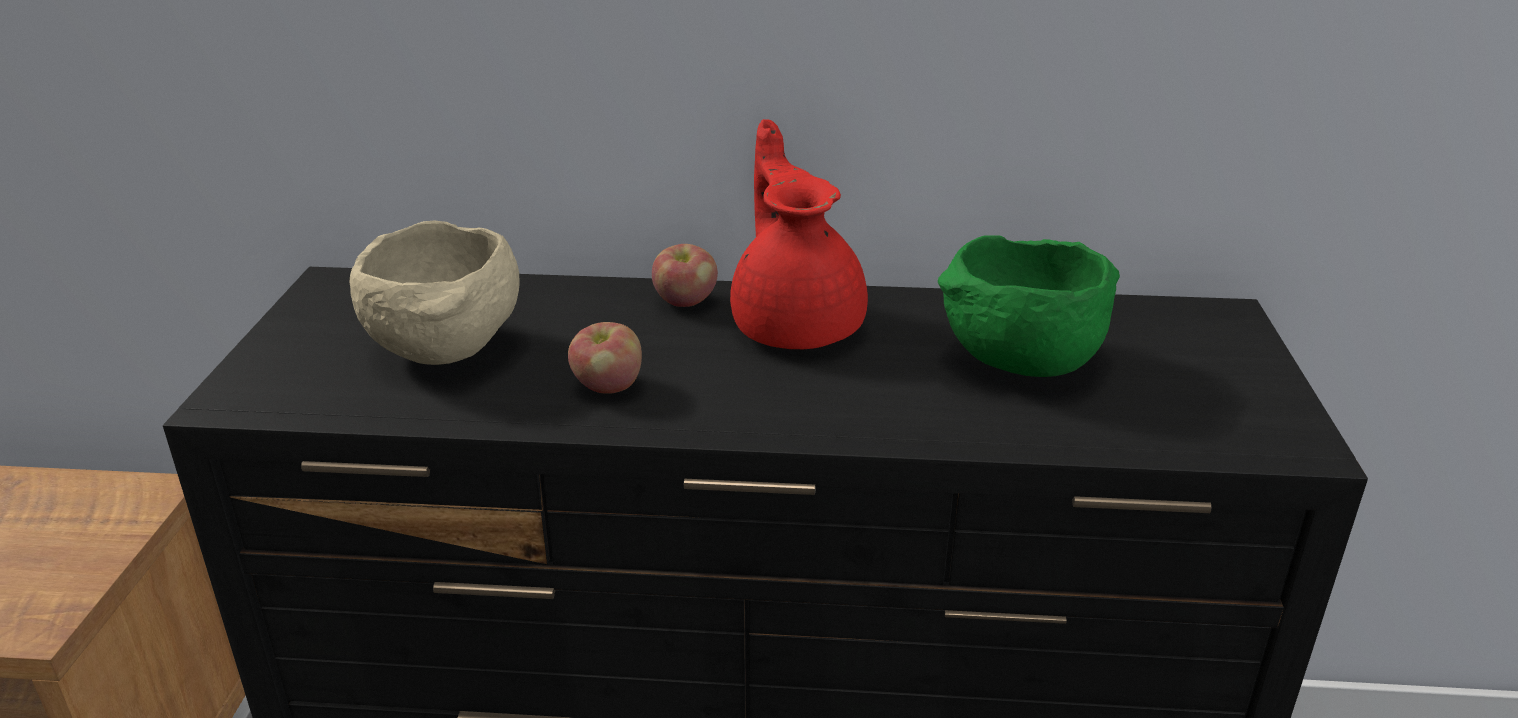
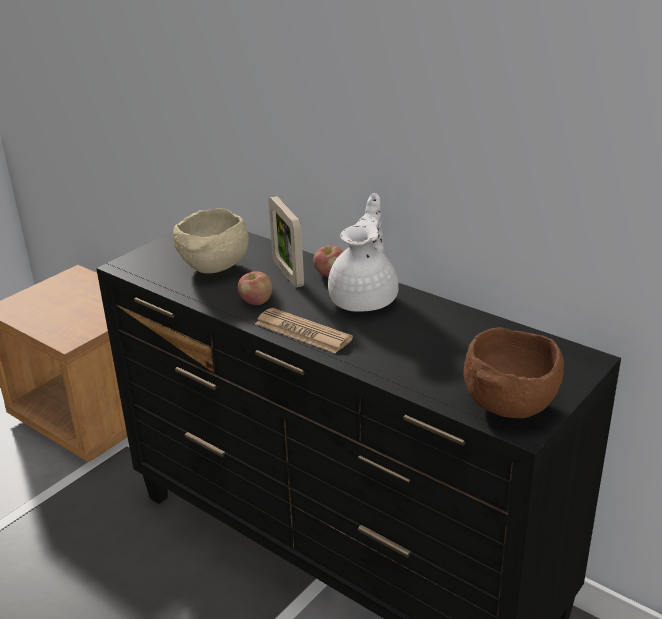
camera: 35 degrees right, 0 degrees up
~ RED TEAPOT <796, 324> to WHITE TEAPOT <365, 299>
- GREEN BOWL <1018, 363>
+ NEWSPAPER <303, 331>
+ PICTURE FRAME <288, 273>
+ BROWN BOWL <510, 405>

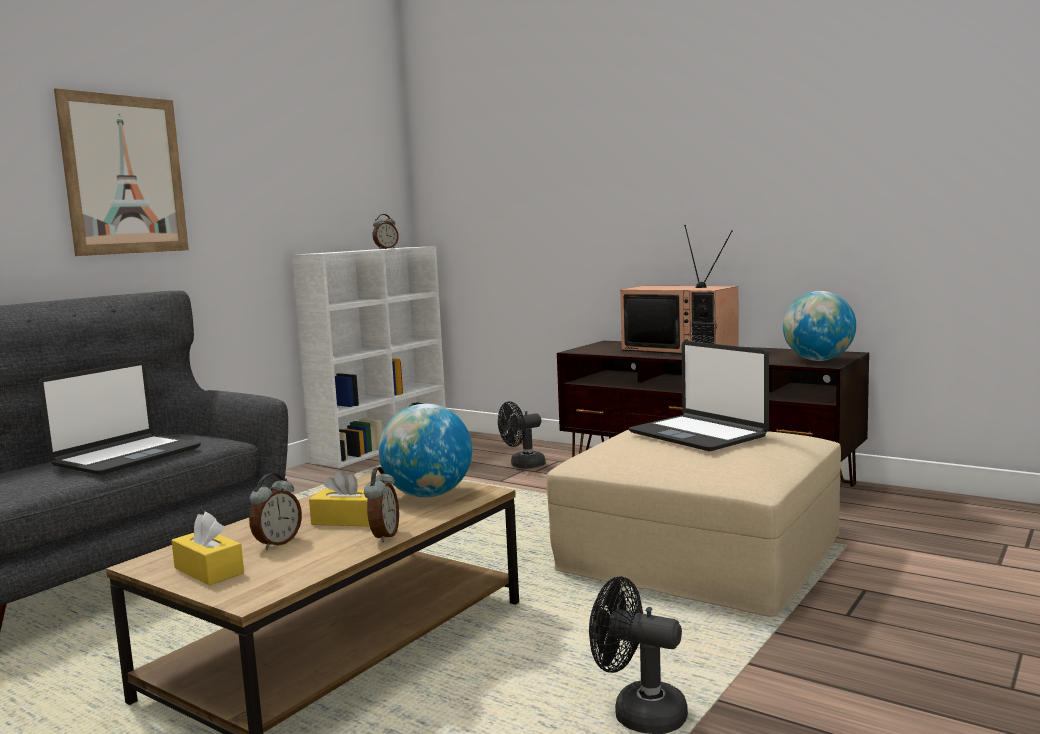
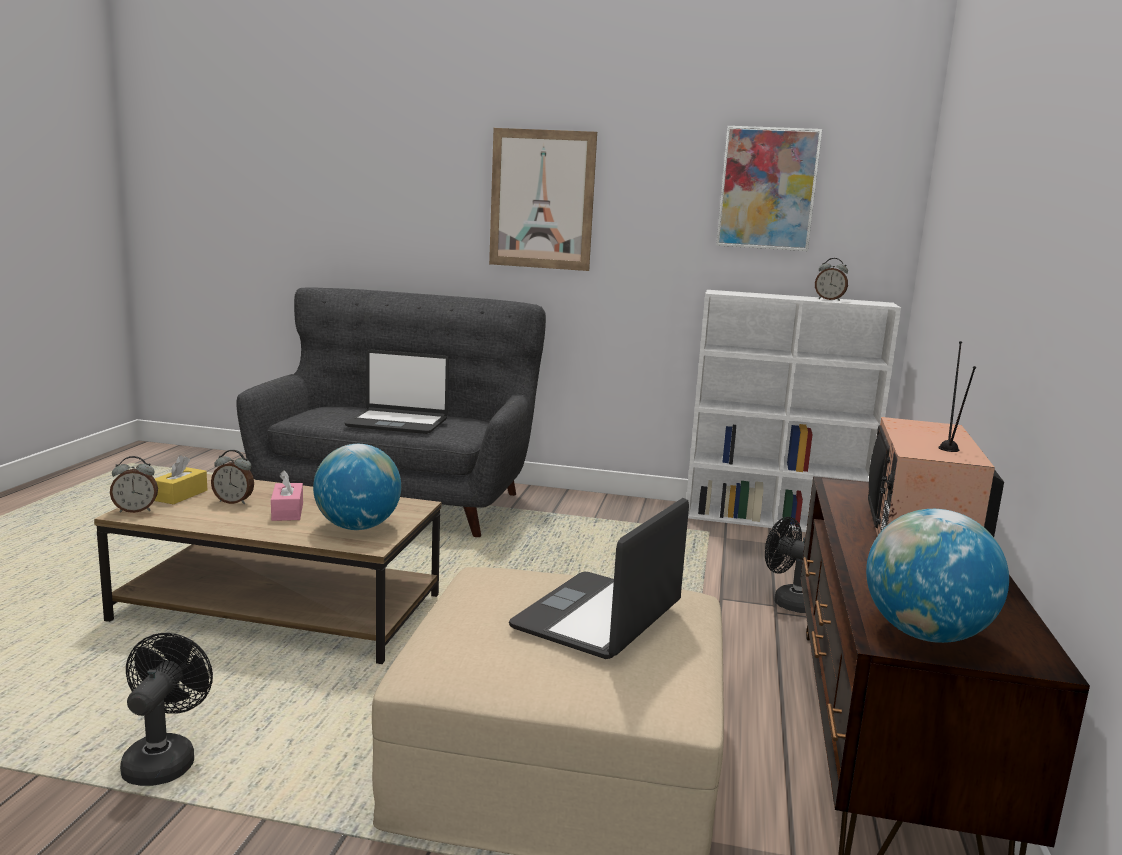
camera: 65 degrees right, 5 degrees up
~ YELLOW TISSUE BOX <346, 520> to PINK TISSUE BOX <287, 511>
~ ALARM CLOCK <383, 536> to <135, 510>
+ PICTURE <767, 188>

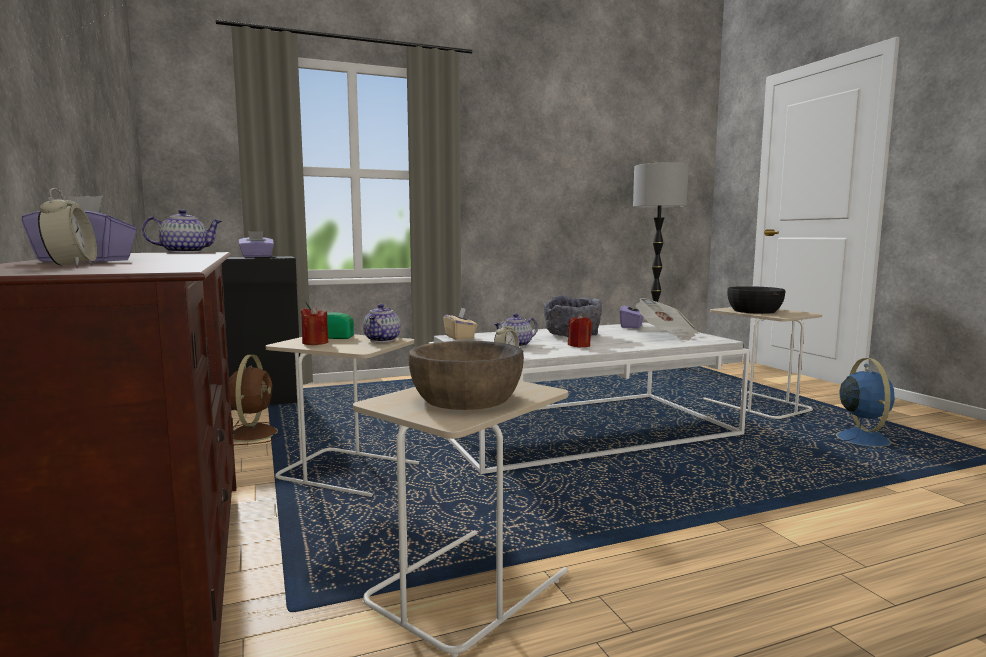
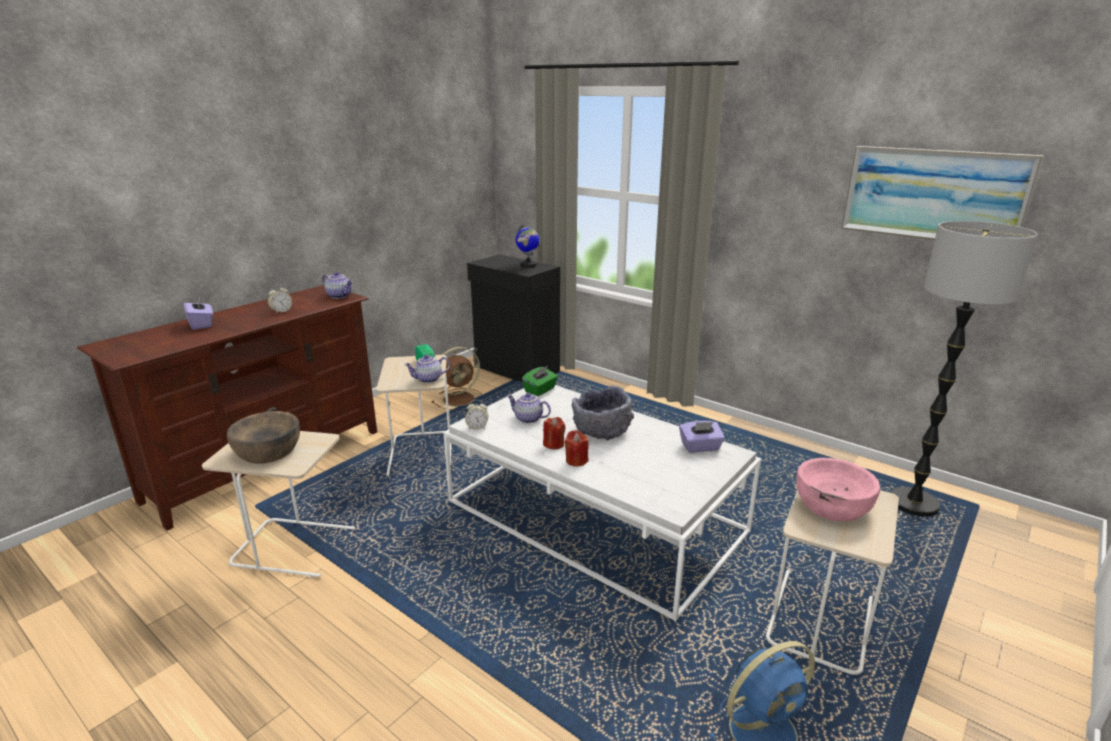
camera: 60 degrees right, 15 degrees up
~ ALARM CLOCK <71, 265> to <281, 311>
~ PURPLE TISSUE BOX <257, 257> to GLOBE <528, 265>
~ RED CANDLE <315, 343> to <576, 460>
~ BEIGE TISSUE BOX <460, 337> to GREEN TISSUE BOX <540, 390>
- NEWSPAPER <666, 336>
~ BLACK BOWL <754, 311> to PINK BOWL <832, 505>
+ PICTURE <933, 195>

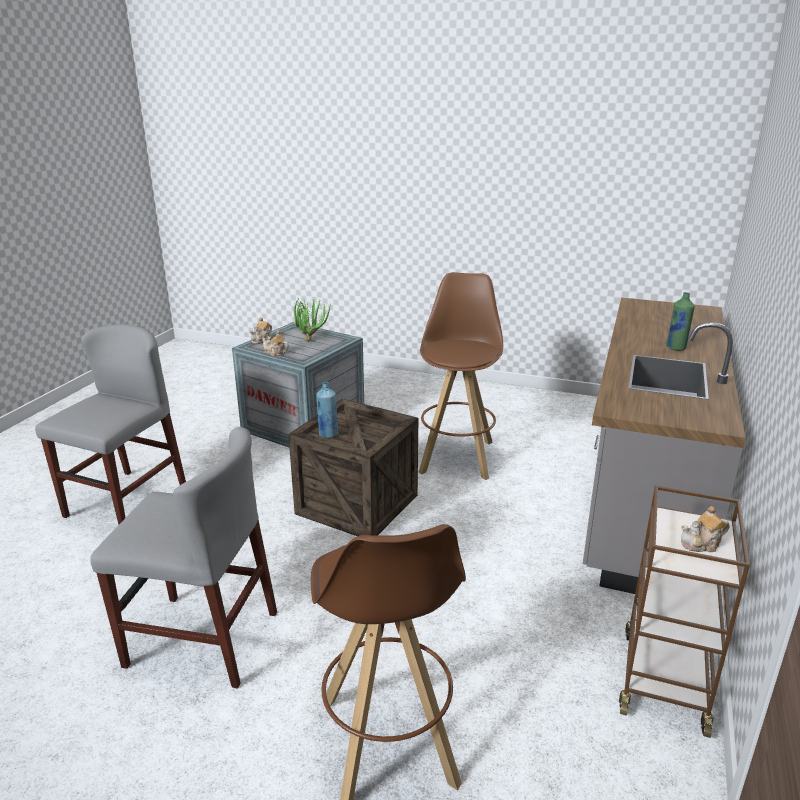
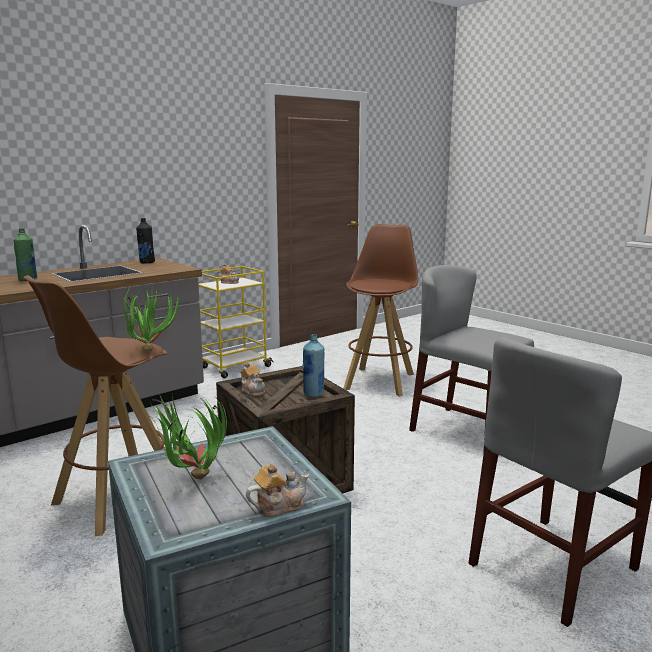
camera: 150 degrees left, 10 degrees down
~ TEAPOT <275, 353> to <253, 391>
~ BROWN CART <663, 679> to YELLOW CART <234, 367>
+ POTTED PLANT <150, 349>
+ BLACK BOTTLE <147, 262>

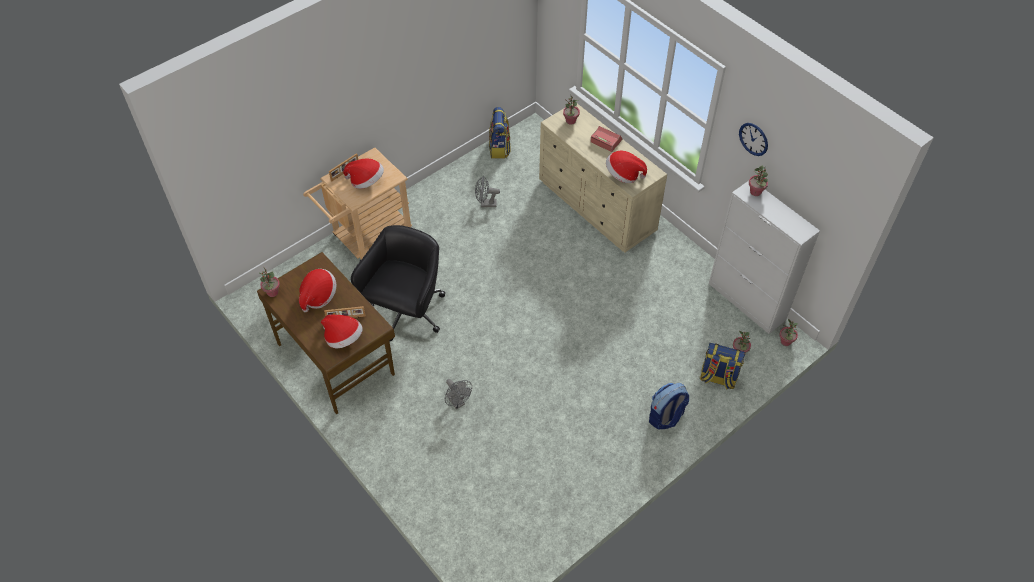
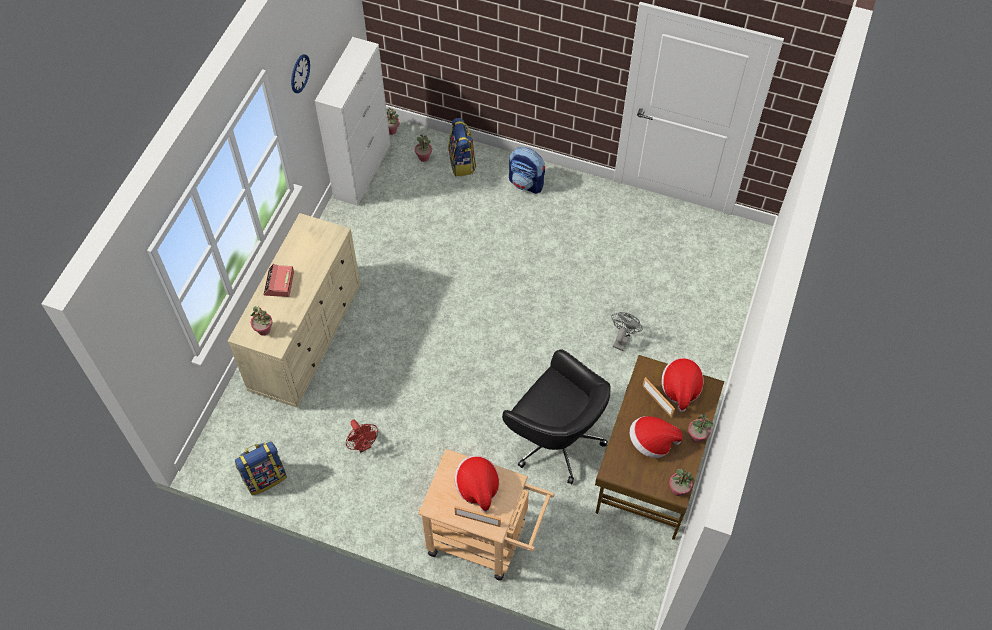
camera: 120 degrees left, 5 degrees up
~ BLACK OFFICE CHAIR <406, 312> = <555, 439> 135 degrees counterclockwise
~ GREY FAN <485, 204> to RED FAN <363, 445>
- HAT <623, 175>
~ POTTED PLANT <755, 192> to <697, 436>

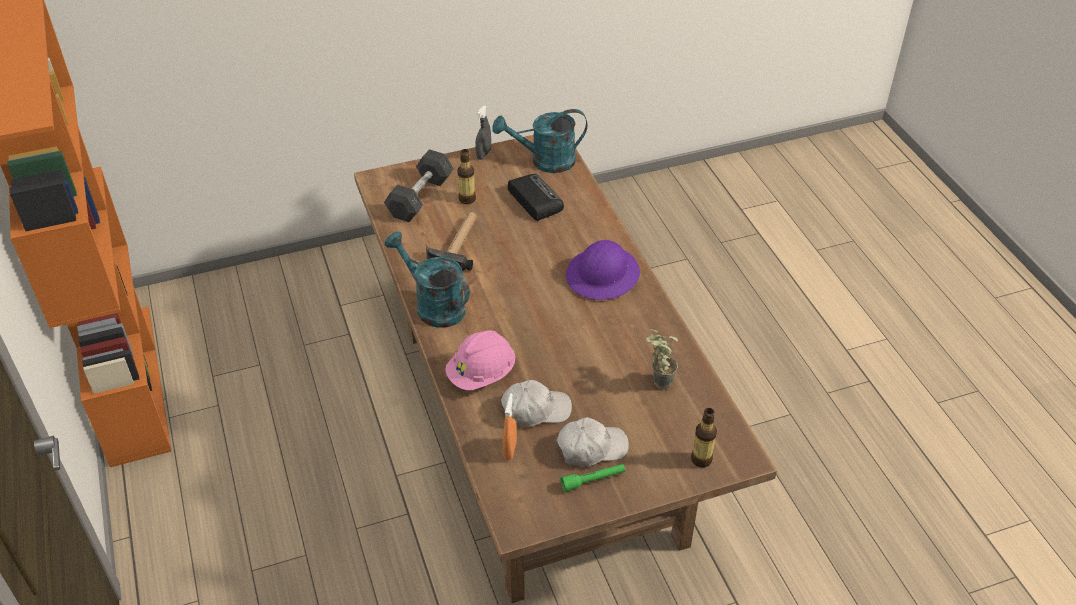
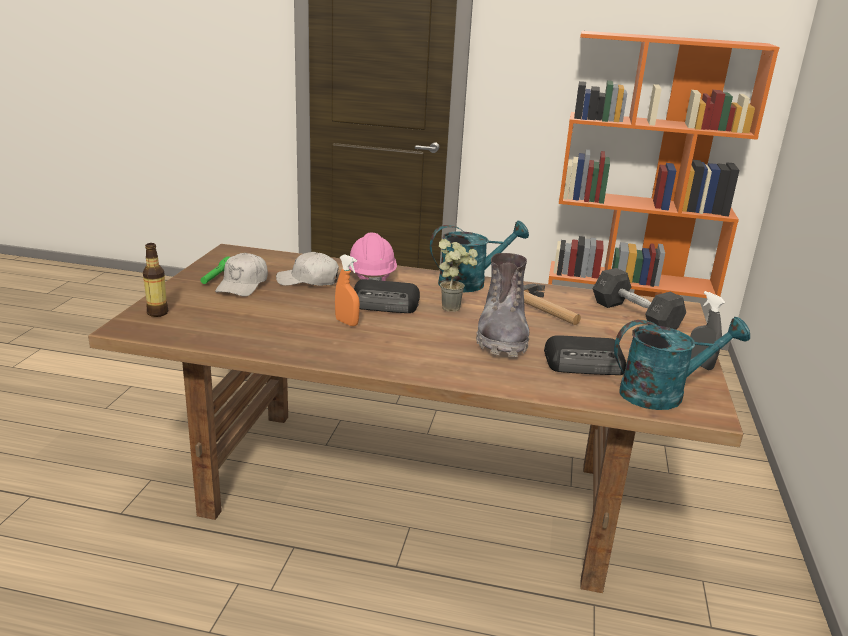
camera: 120 degrees right, 20 degrees down
- BOTTLE <467, 199>
~ TURQUOISE WATERING CAN <545, 161> = <662, 393> 60 degrees clockwise
~ WHITE CAP <535, 410> = <308, 281> 75 degrees clockwise
~ ORANGE SPRAY BOTTLE <510, 450> to <347, 322>
- PURPLE HARD HAT <603, 275>
~ POTTED PLANT <656, 382> to <455, 307>
+ RADIO <385, 304>
+ GREY BOOT <502, 335>

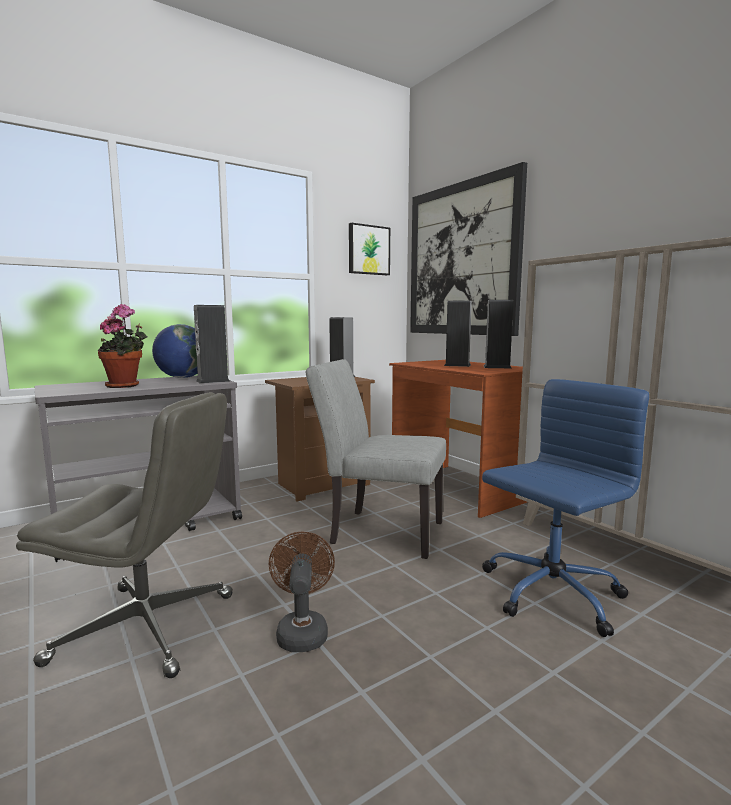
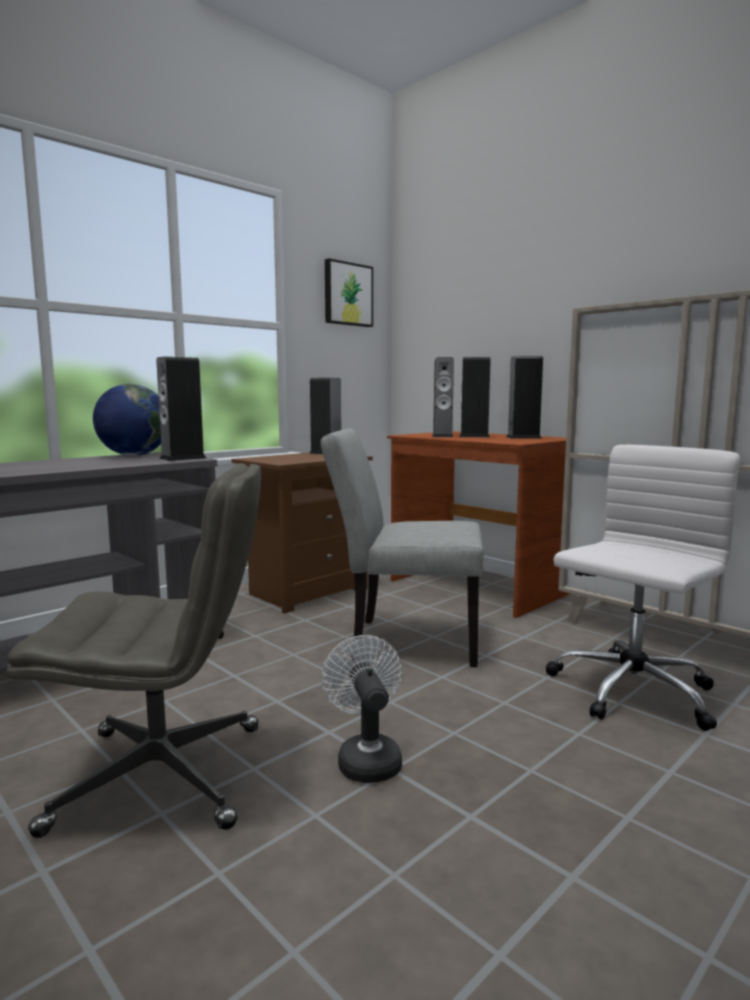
camera: 10 degrees left, 0 degrees up
- POTTED PLANT <126, 386>
~ BROWN FAN <302, 630> to WHITE FAN <366, 758>
- PICTURE <462, 260>
~ BLUE OFFICE CHAIR <549, 593> to WHITE OFFICE CHAIR <630, 692>
+ SPEAKER <442, 436>

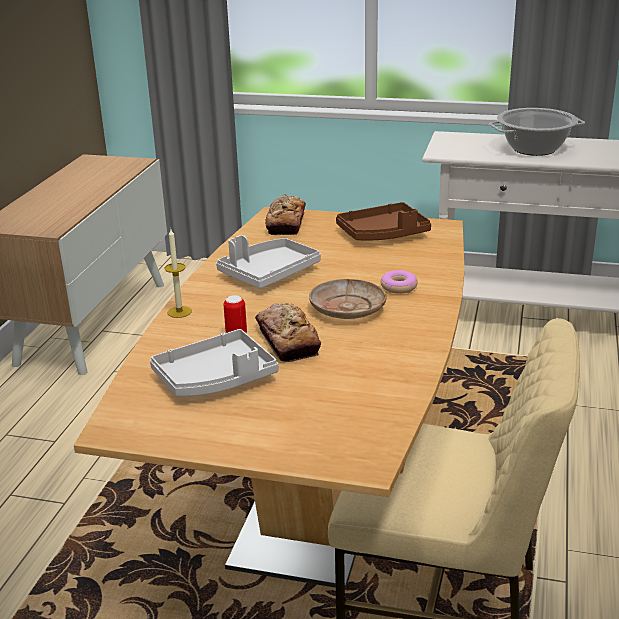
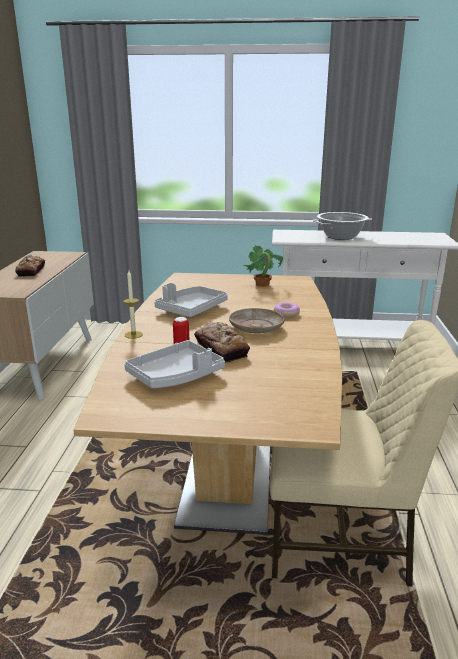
camera: 10 degrees left, 5 degrees down
~ BREAD <286, 223> to <31, 271>
~ BROWN TRAY <383, 234> to POTTED PLANT <262, 285>

